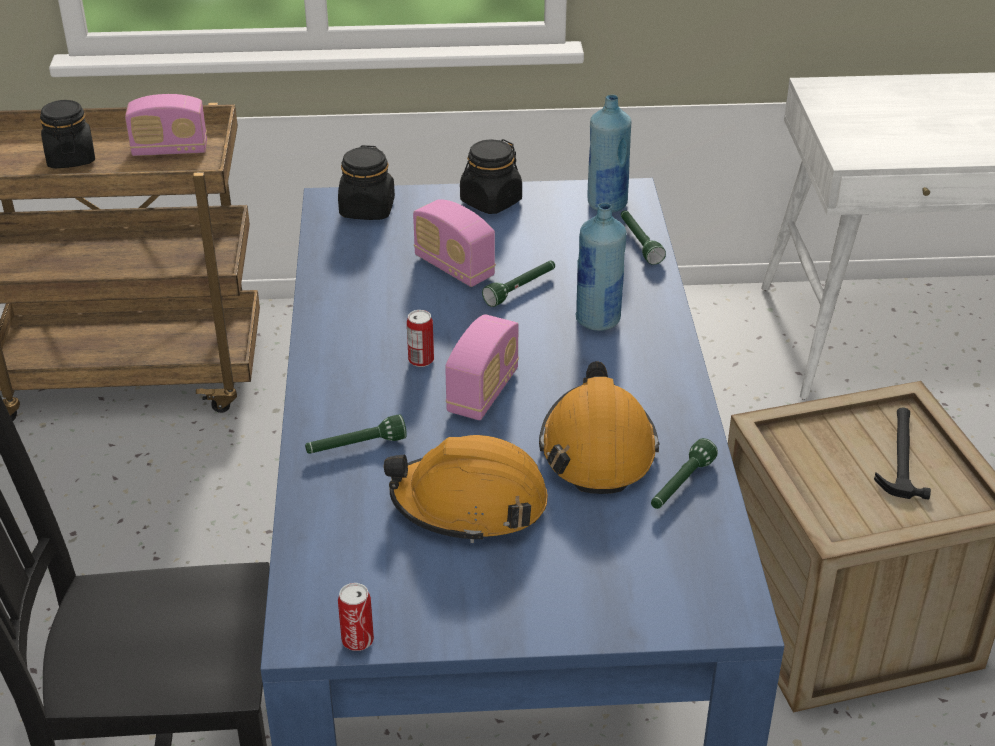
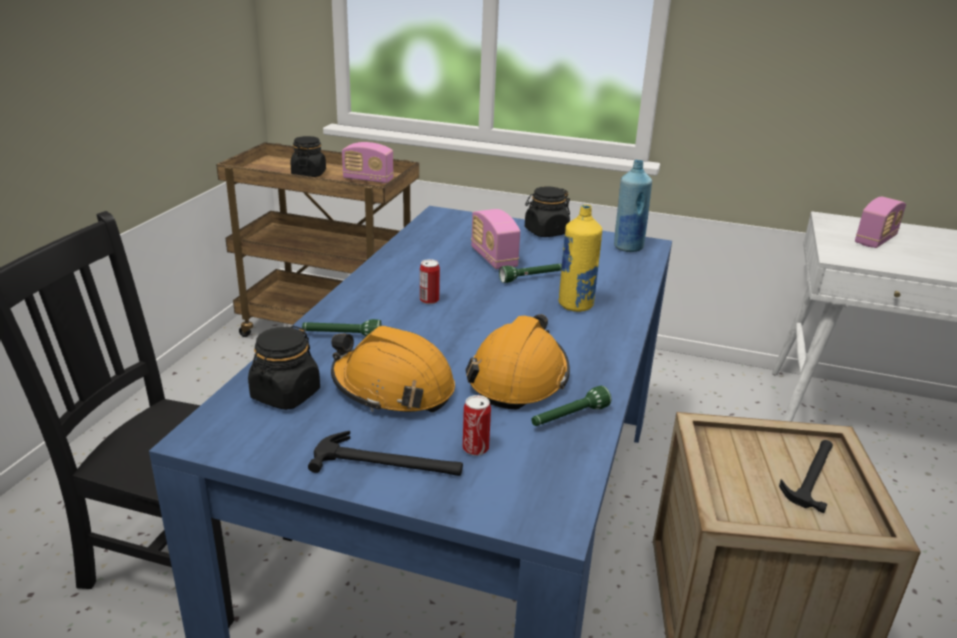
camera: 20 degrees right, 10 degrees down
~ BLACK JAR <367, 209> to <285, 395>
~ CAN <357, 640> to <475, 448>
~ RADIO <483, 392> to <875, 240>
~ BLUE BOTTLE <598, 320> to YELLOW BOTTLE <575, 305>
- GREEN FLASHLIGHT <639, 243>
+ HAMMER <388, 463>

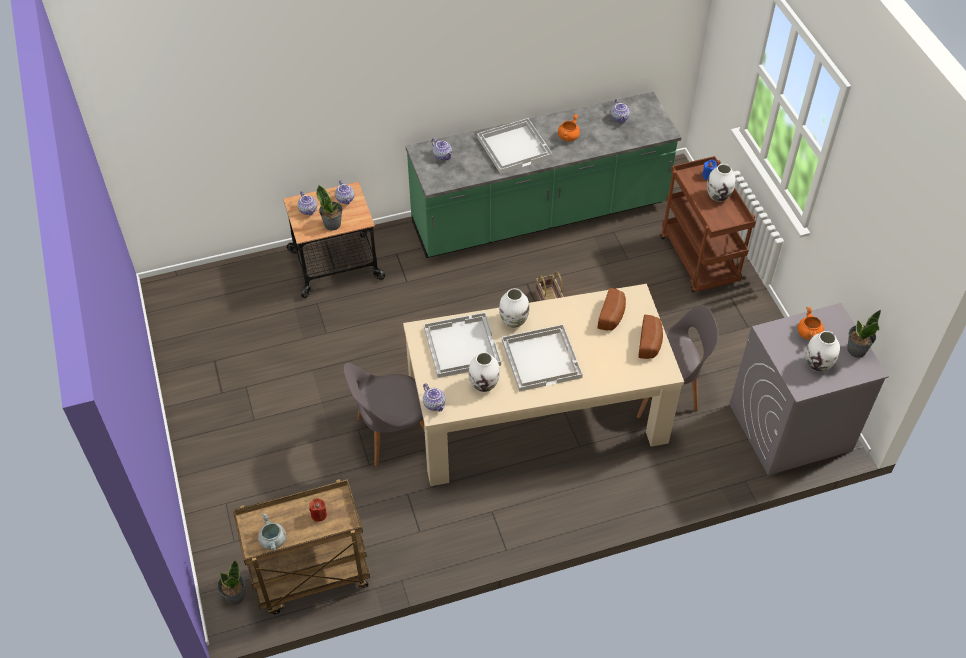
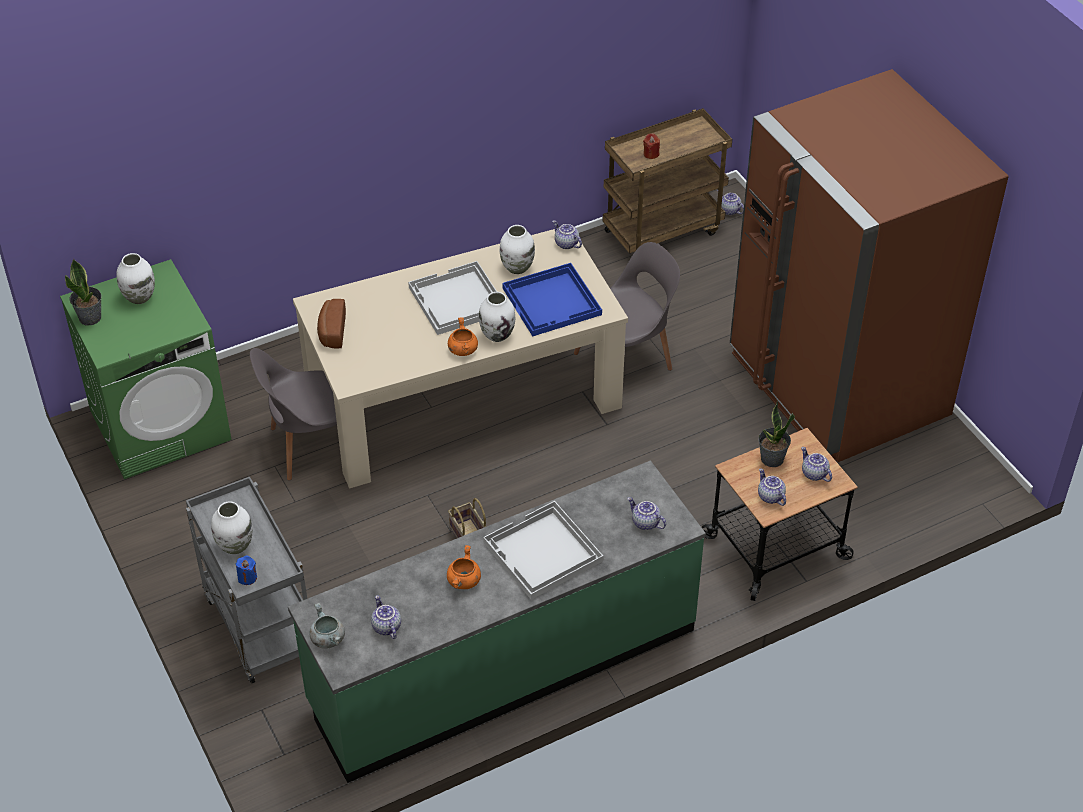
camera: 170 degrees right, 5 degrees down
~ POTTED PLANT <234, 595> to TEAPOT <729, 210>
~ GREY COOKING POT <273, 541> to <327, 639>
~ WHITE TRAY <461, 346> to BLUE TRAY <553, 301>
- BREAD <612, 316>
~ BROWN CART <700, 261> to GREY CART <258, 625>
~ GREY WASHING MACHINE <789, 427> to GREEN WASHING MACHINE <161, 424>
~ ORANGE COOKING POT <809, 333> to <462, 349>
+ BROWN FRIDGE <838, 385>

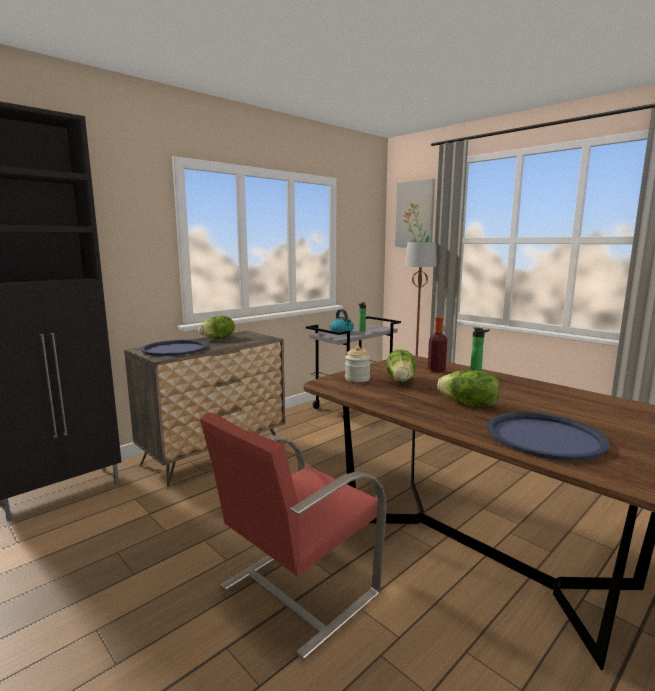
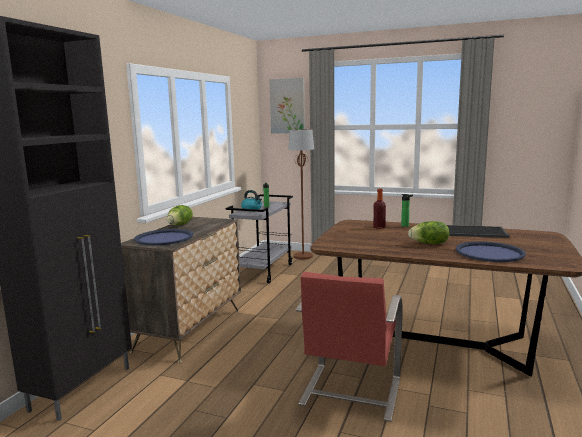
camera: 25 degrees left, 0 degrees up
- JAR <357, 379>
- LETTUCE <401, 380>
+ TRAY <471, 232>

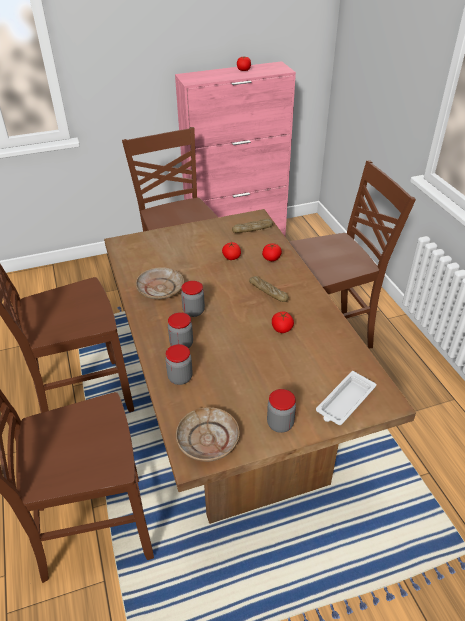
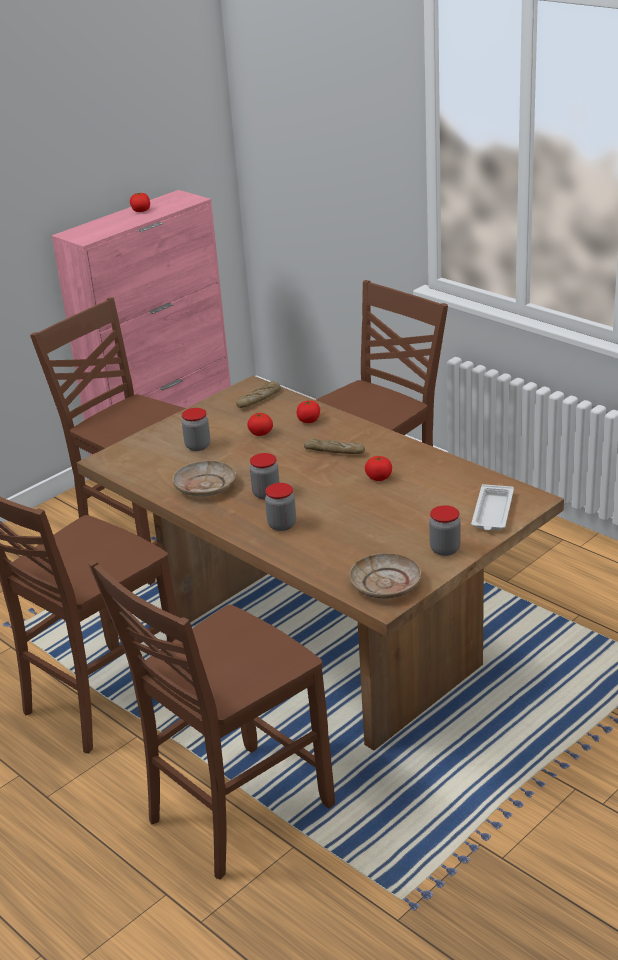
camera: 25 degrees left, 10 degrees down
~ JAR <180, 377> to <198, 446>

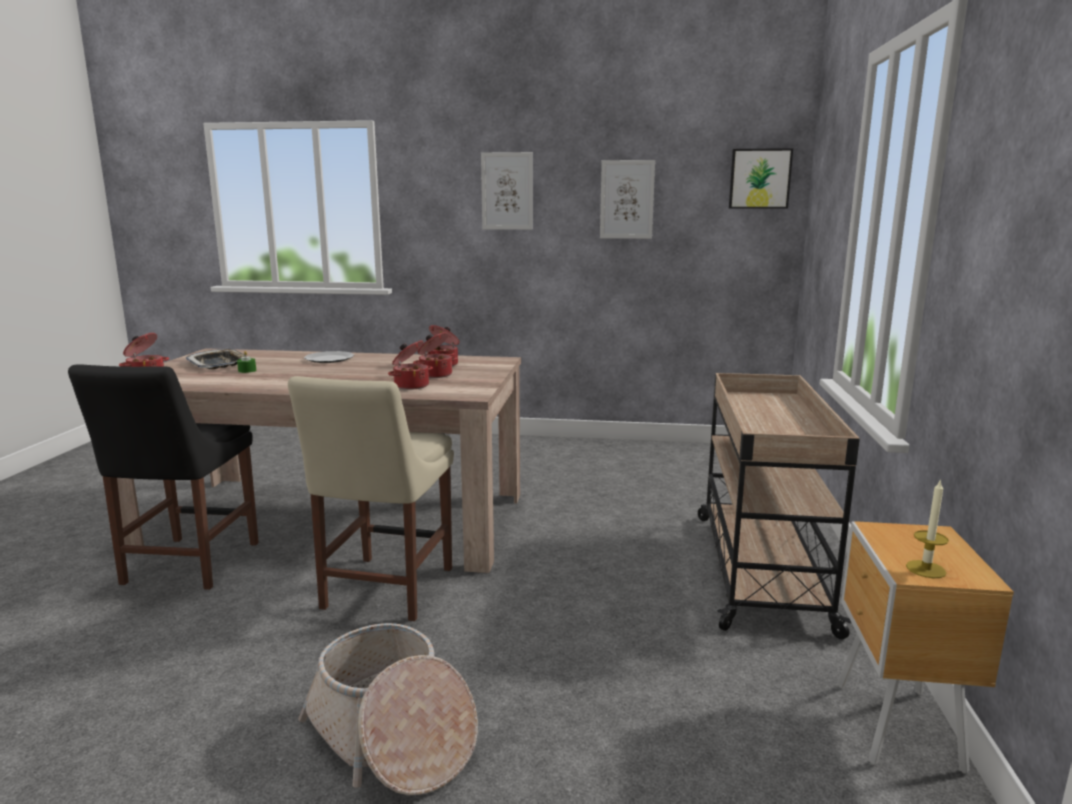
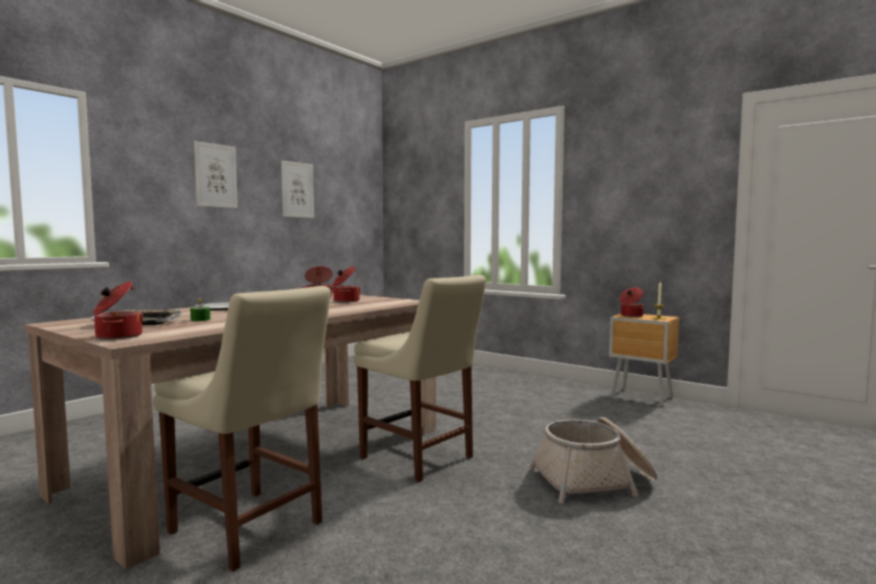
camera: 60 degrees left, 10 degrees down
~ BLACK CHAIR <187, 566> to BEIGE CHAIR <250, 530>
~ COOKING POT <411, 385> to <631, 315>
- BEIGE CART <759, 568>
- PICTURE <759, 179>

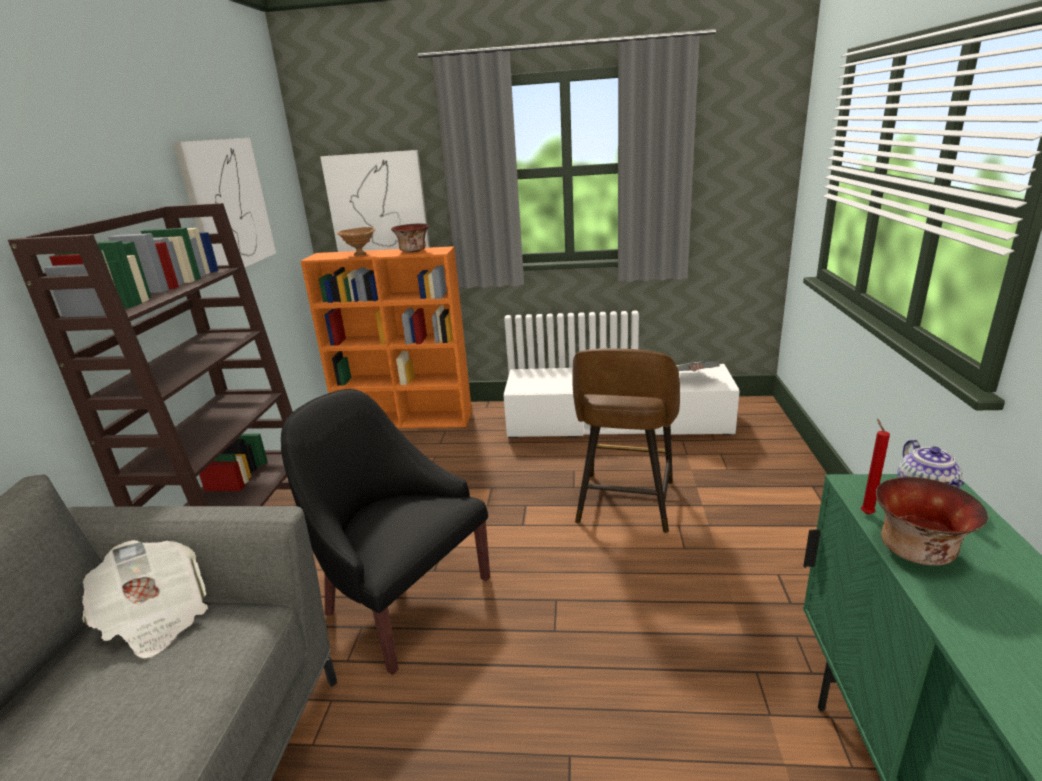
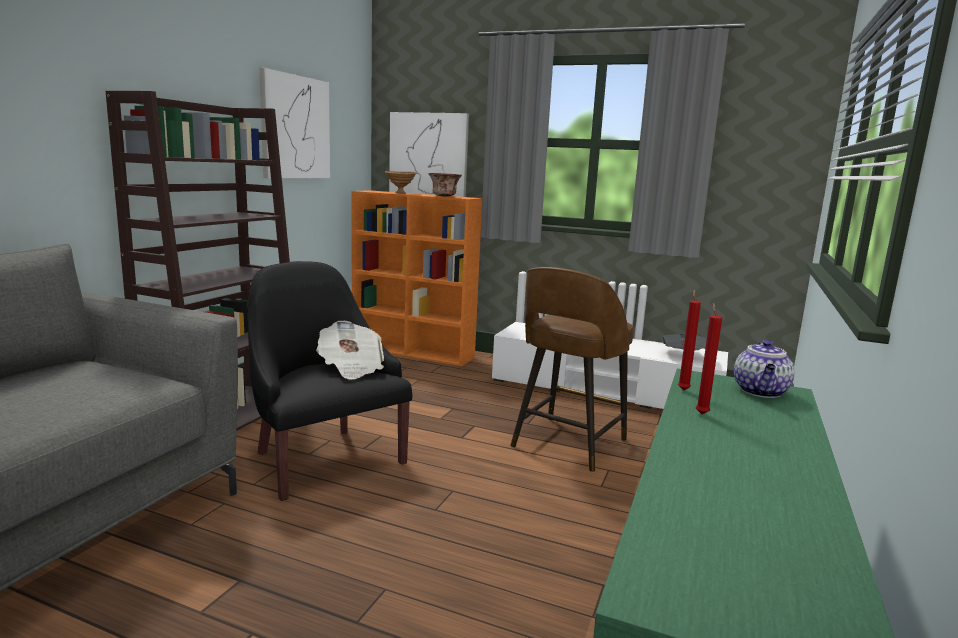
camera: 15 degrees right, 10 degrees down
~ NEWSPAPER <155, 618> to <351, 367>
~ BOWL <917, 551> to RED CANDLE <701, 413>

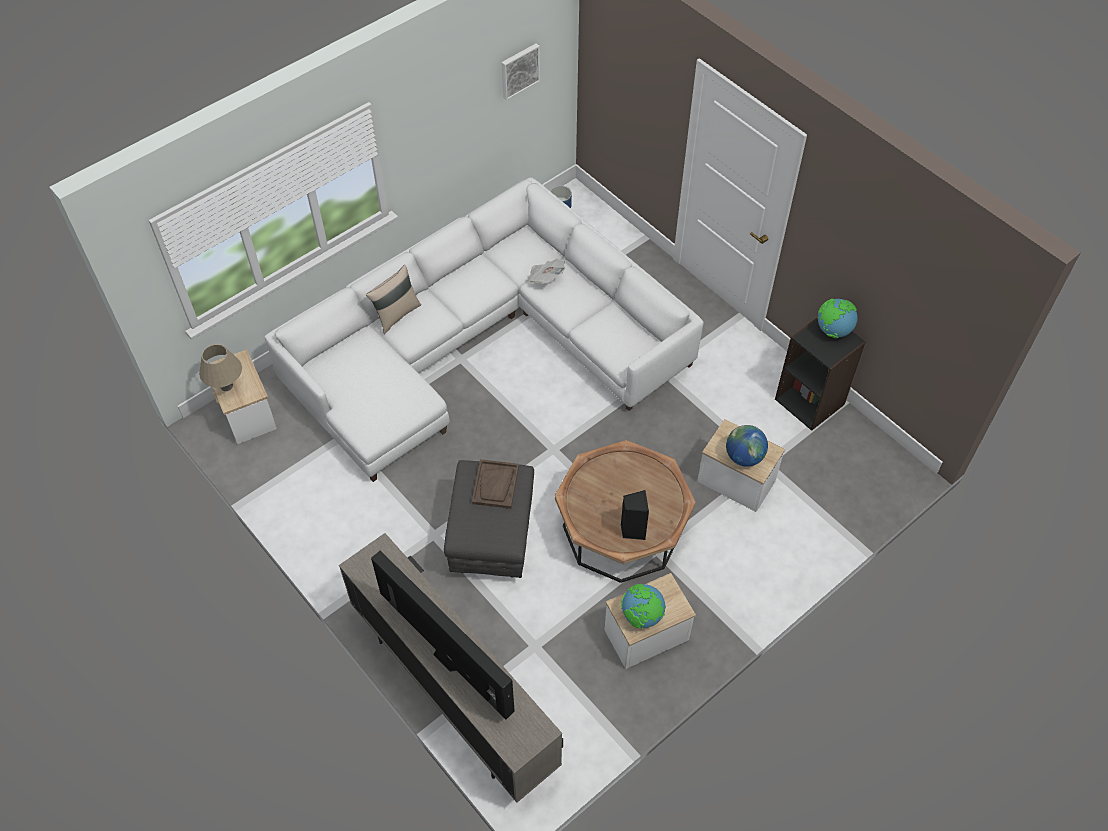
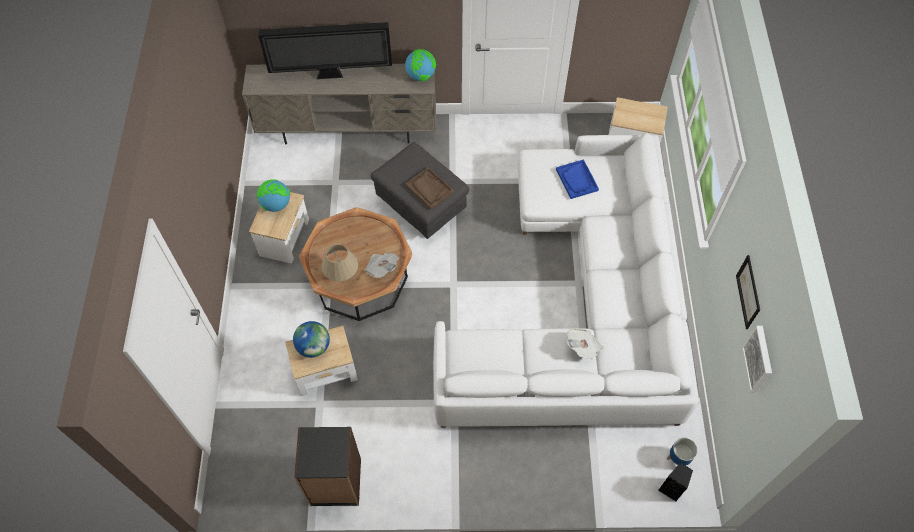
camera: 130 degrees right, 5 degrees up
~ BEIGE TABLE LAMP <226, 386> to <342, 276>
- BEIGE PILLOW <396, 314>
~ BLACK SPEAKER <632, 530> to <671, 488>
~ GLOBE <833, 330> to <421, 76>
+ NEWSPAPER <381, 268>
+ BLUE TRAY <577, 180>
+ PICTURE <748, 292>

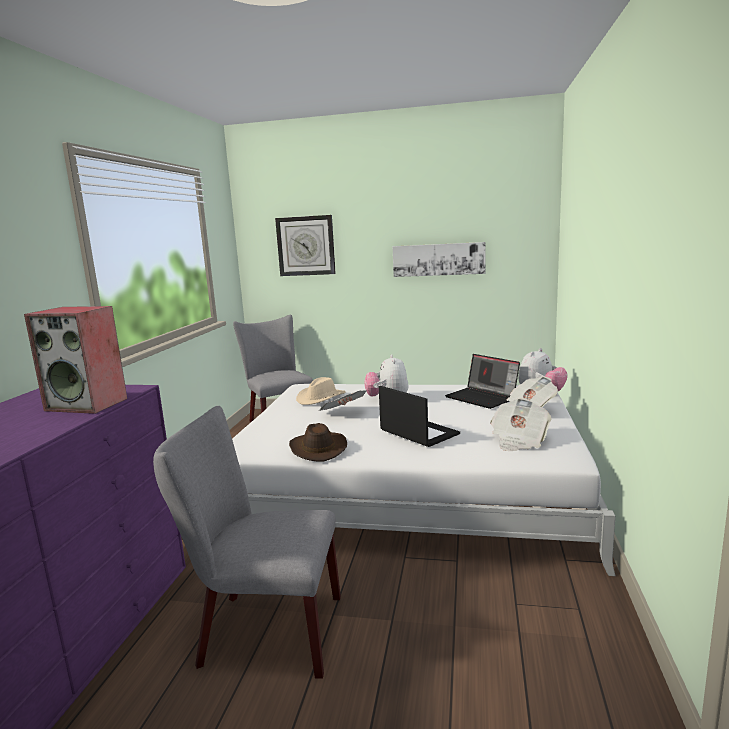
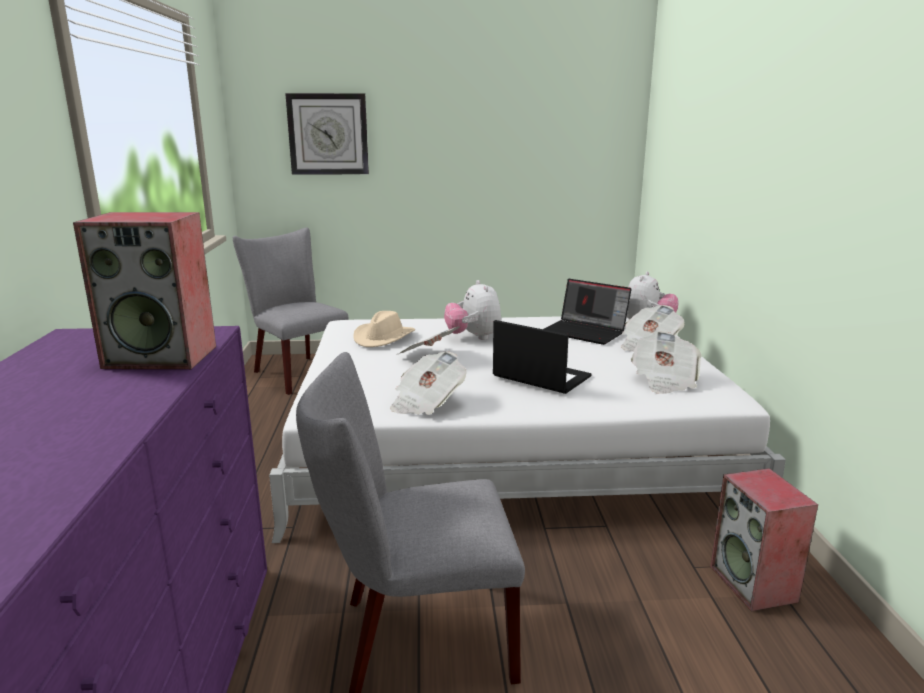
camera: 15 degrees left, 5 degrees up
~ BROWN HAT <317, 448> to NEWSPAPER <426, 403>
- PICTURE <438, 259>
+ SPEAKER <754, 584>

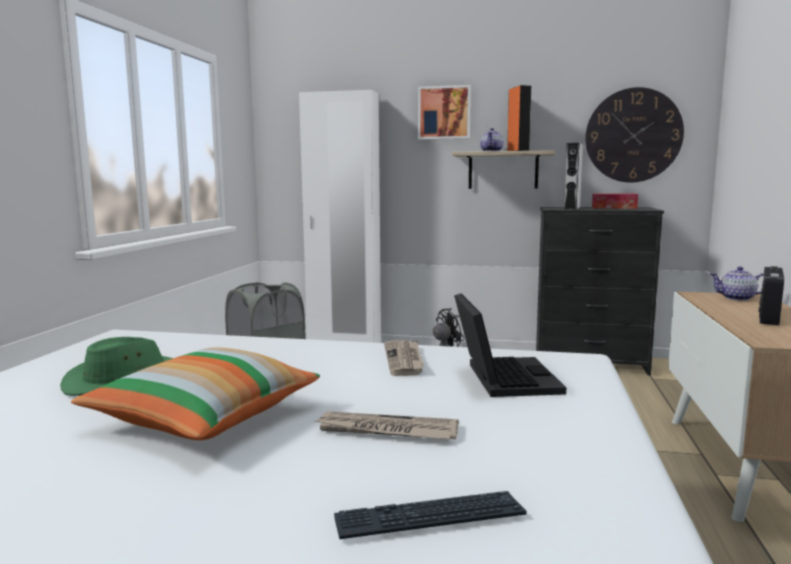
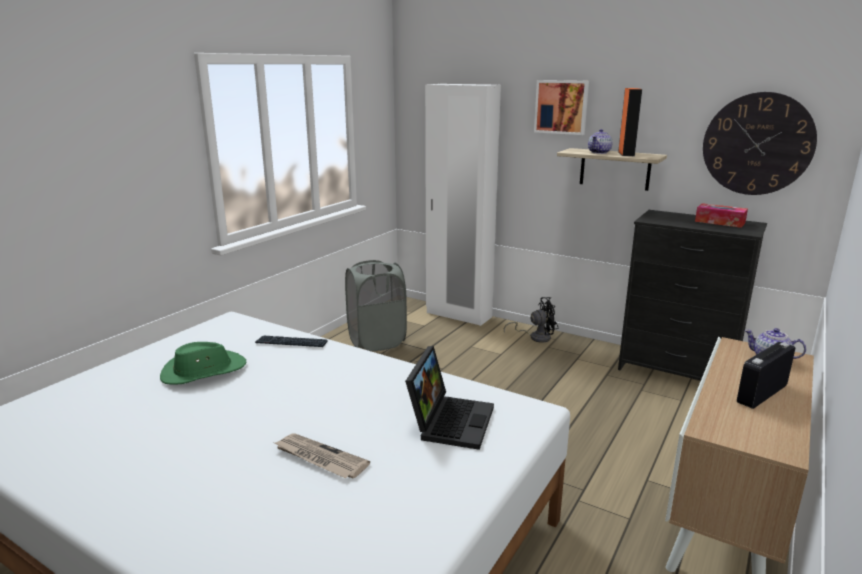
camera: 20 degrees right, 10 degrees up
- PILLOW <205, 418>
~ KEYBOARD <429, 518> to <291, 342>
- NEWSPAPER <404, 360>
- GREY SPEAKER <571, 208>

